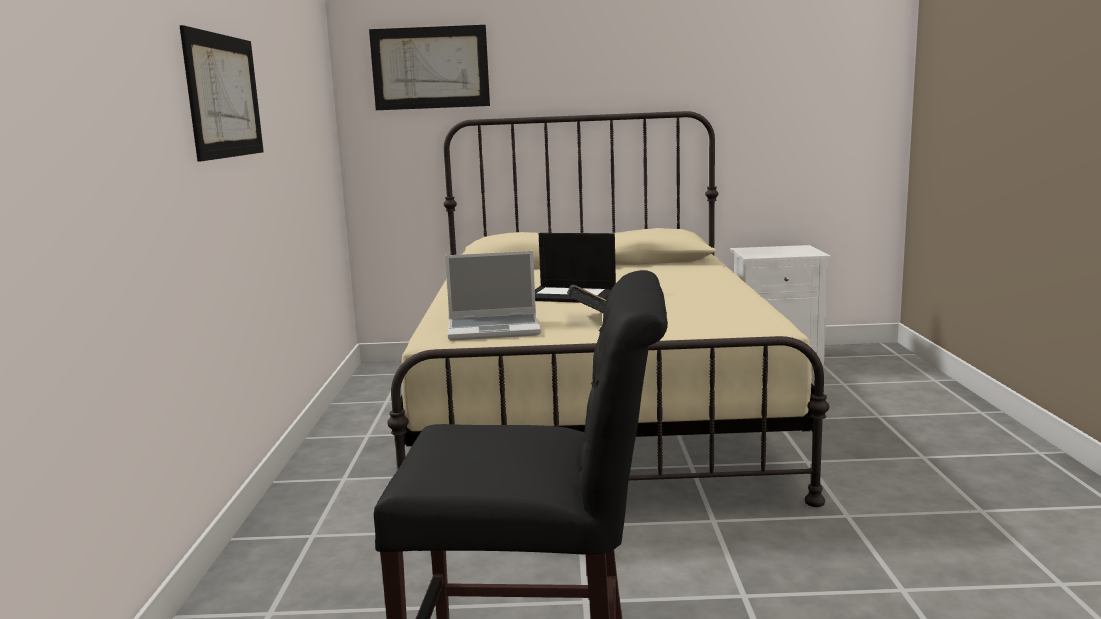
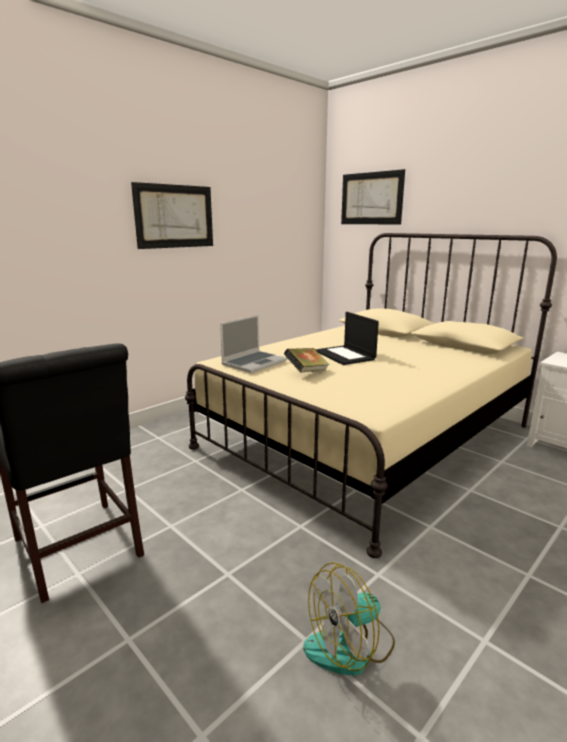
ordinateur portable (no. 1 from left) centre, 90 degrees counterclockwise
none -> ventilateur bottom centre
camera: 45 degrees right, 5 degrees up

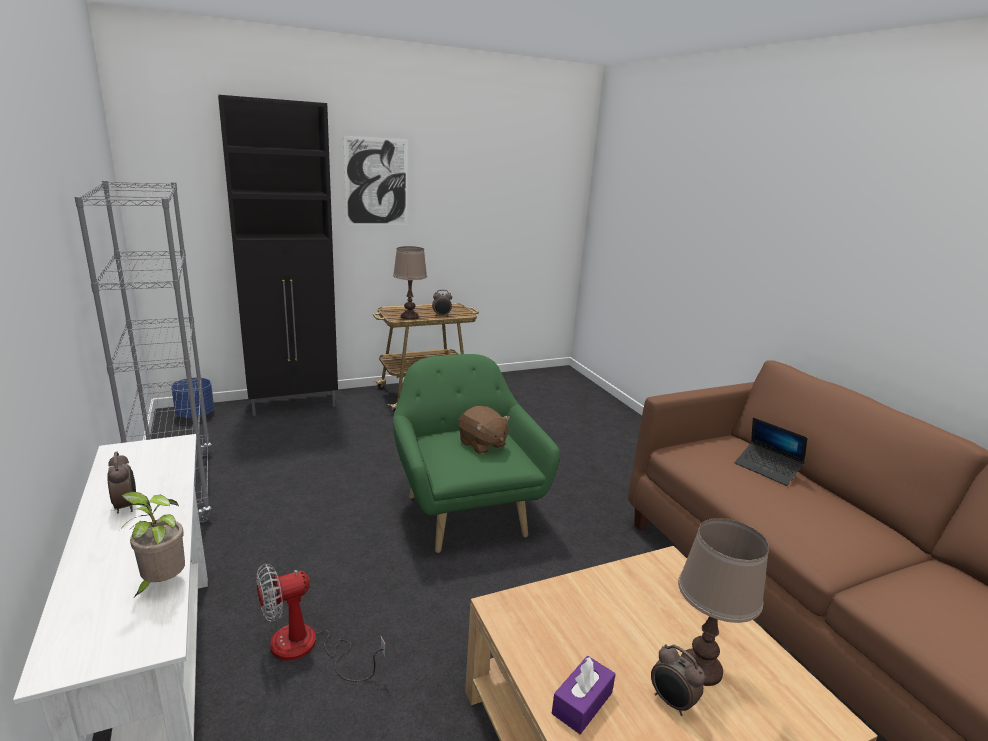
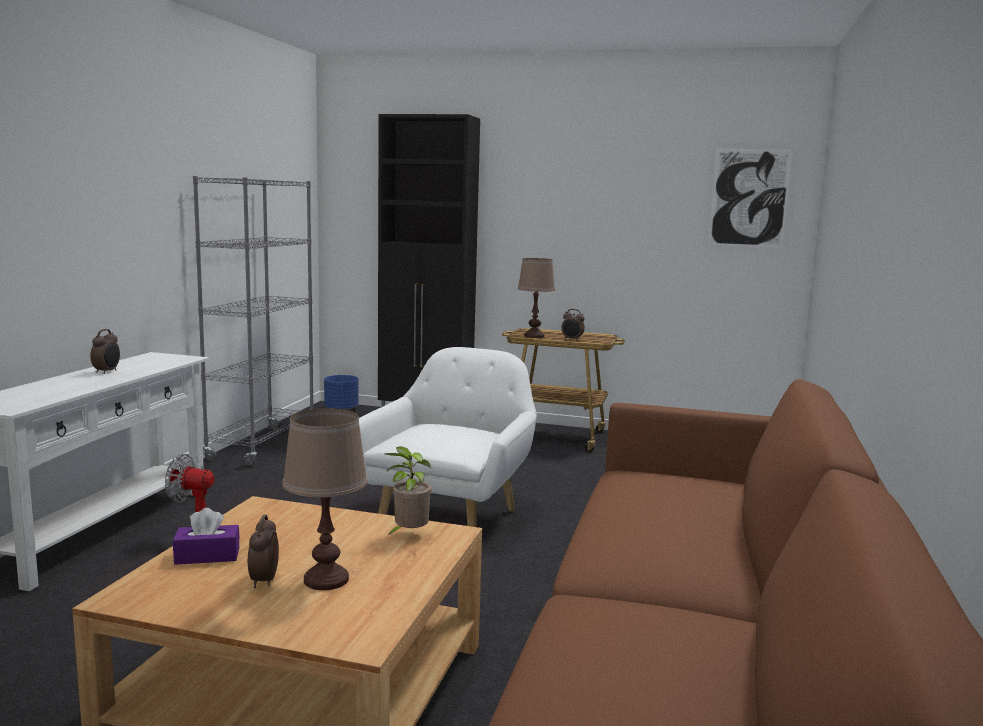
fauteuil/vert centre -> fauteuil/blanc centre
plante en pot bottom left -> plante en pot bottom centre, relocated
tableau top centre -> tableau top right, relocated
peluche/marron centre -> none
ordinateur portable middle right -> none
camera: 40 degrees right, 10 degrees down

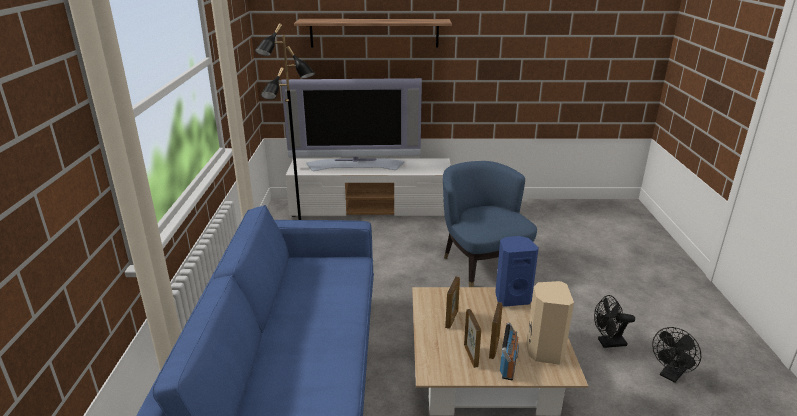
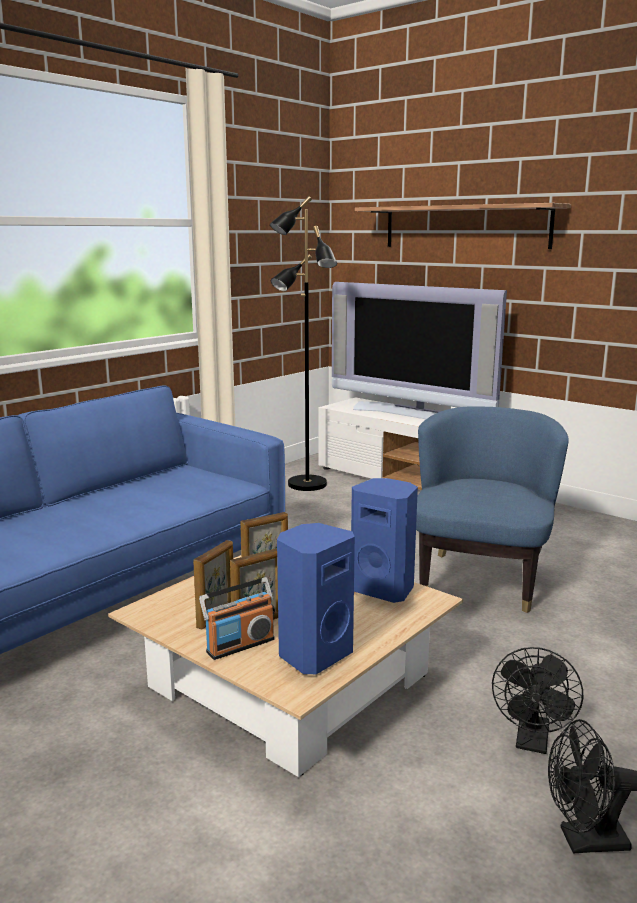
enceinte/beige bottom right -> enceinte/bleu (no. 1 from left) centre
ventilateur/noir (no. 1 from left) bottom right, 105 degrees counterclockwise
camera: 40 degrees right, 10 degrees down

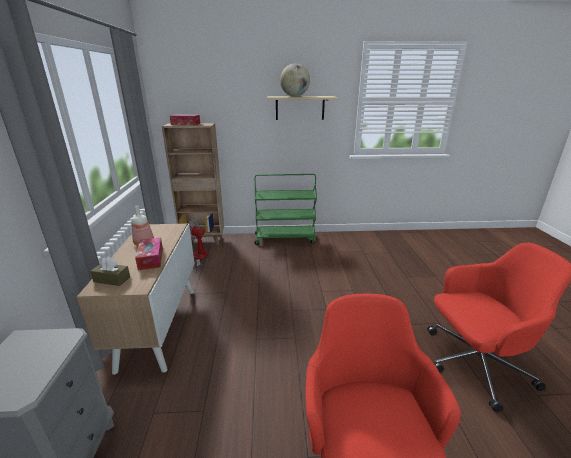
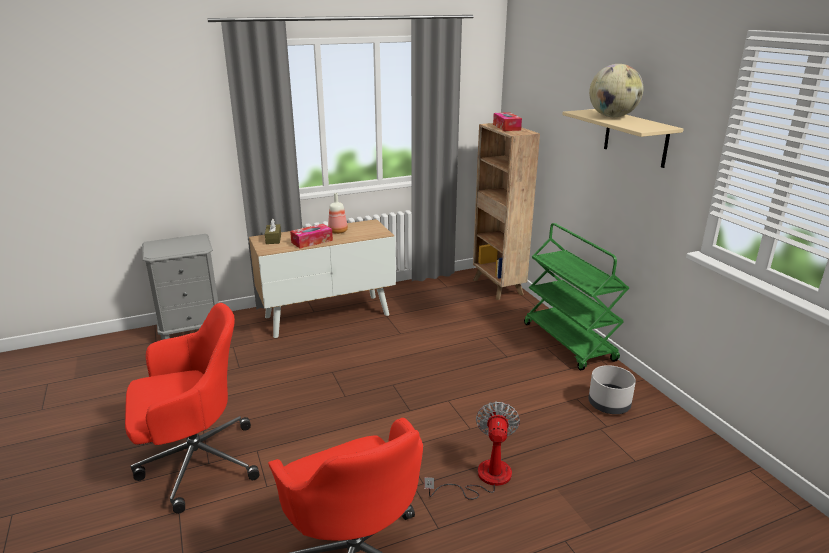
ventilateur centre -> ventilateur bottom centre, relocated
none -> cache-pot/gris bottom right
camera: 70 degrees right, 0 degrees up

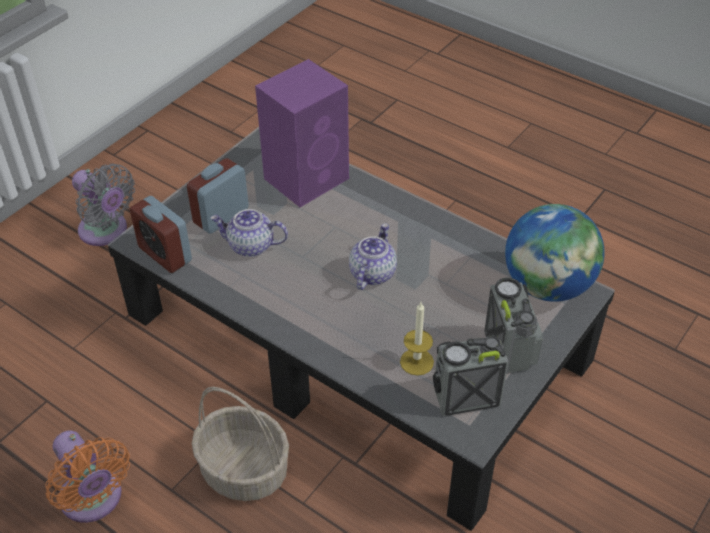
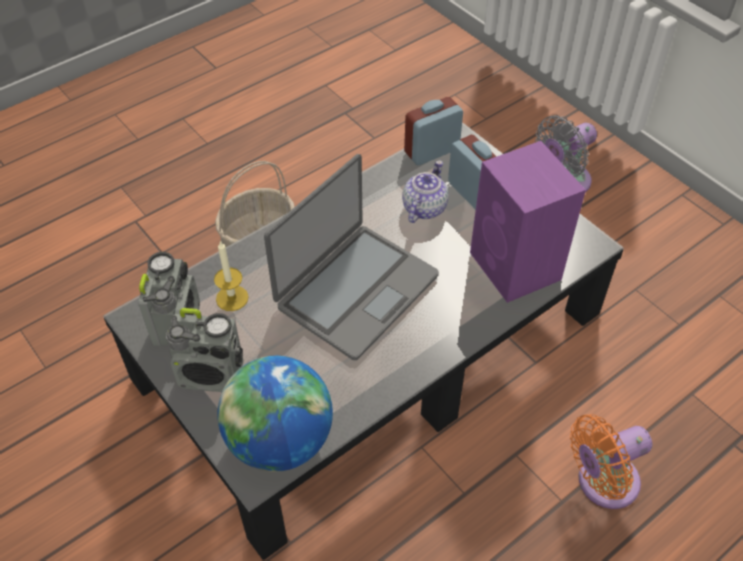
théière (no. 2 from left) centre -> ordinateur portable centre
ventilateur/orange bottom left -> ventilateur/orange bottom right, relocated
camera: 105 degrees right, 5 degrees up

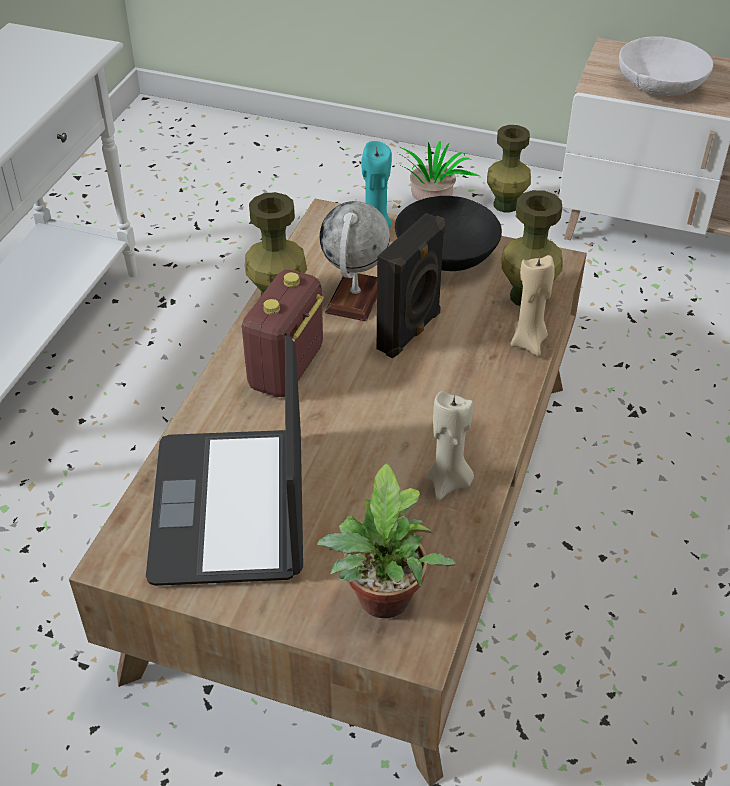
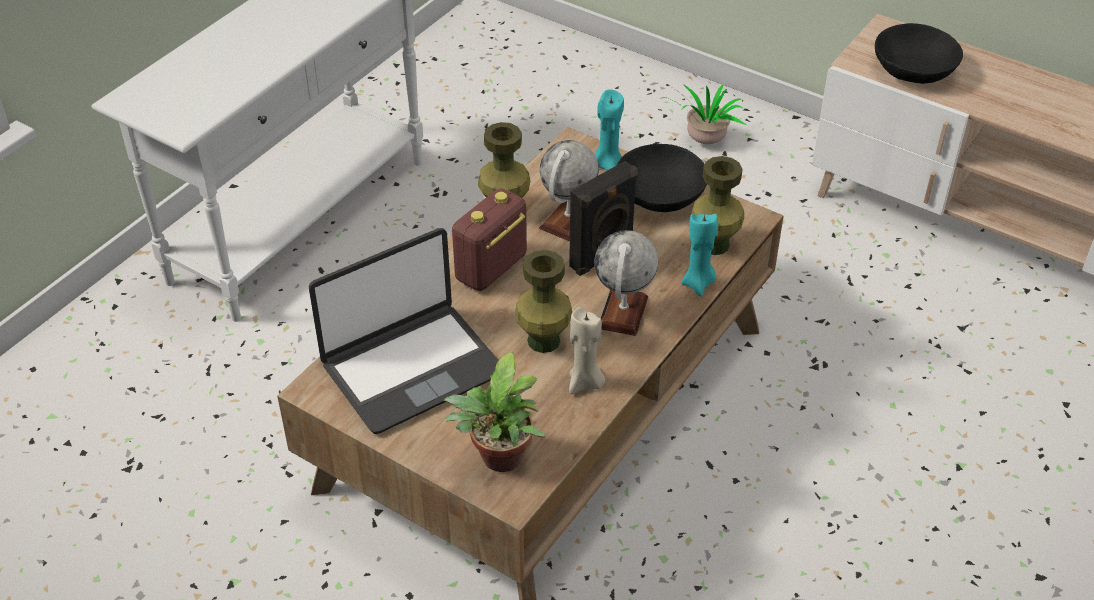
ordinateur portable middle left -> ordinateur portable centre, 135 degrees counterclockwise
vase/vert (no. 2 from left) top right -> vase/vert (no. 2 from left) centre, relocated
none -> globe (no. 2 from left) centre
bougie/beige (no. 2 from left) middle right -> bougie/turquoise (no. 2 from left) centre
bol/blanc top right -> bol/noir (no. 2 from left) top right
camera: 15 degrees right, 0 degrees up

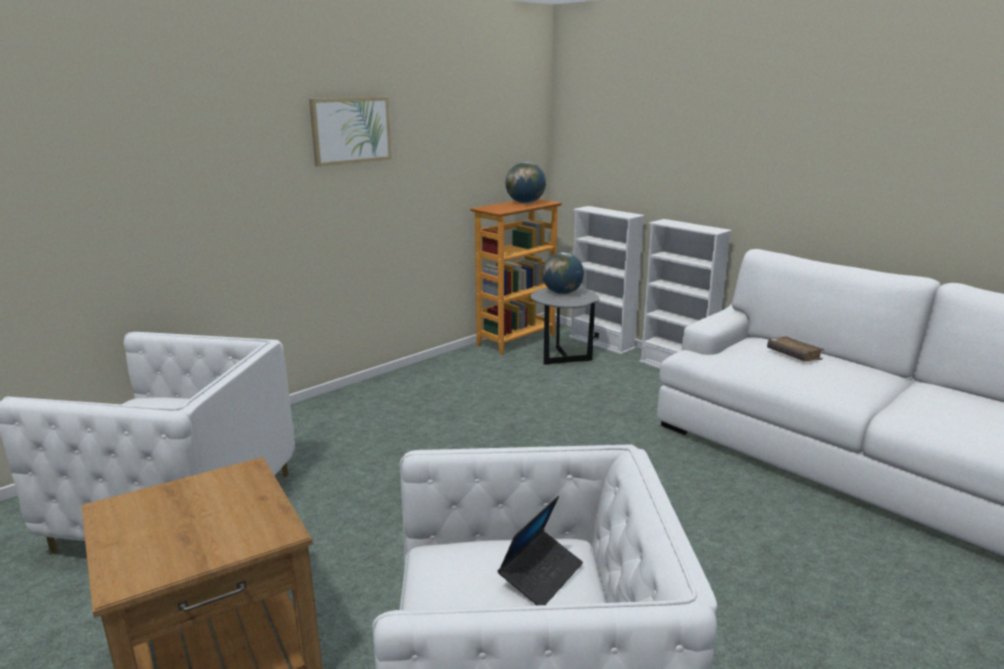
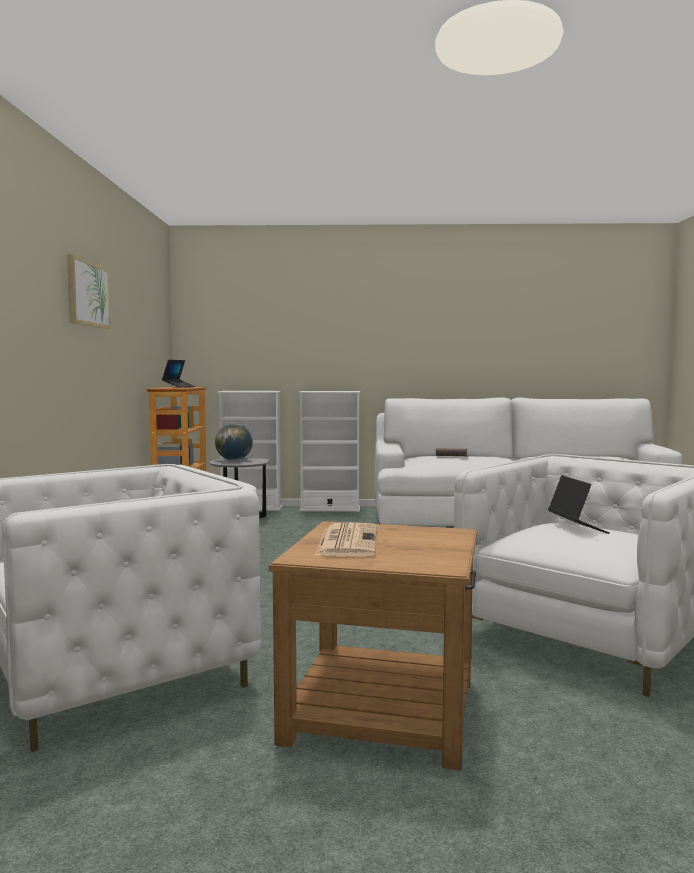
globe (no. 1 from left) top centre -> ordinateur portable (no. 1 from left) middle left
none -> journal centre
camera: 45 degrees left, 15 degrees down

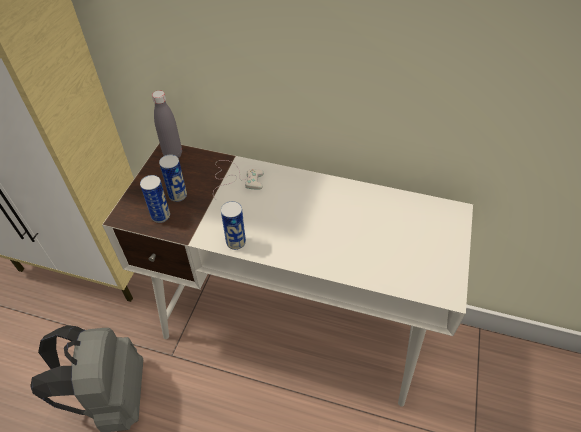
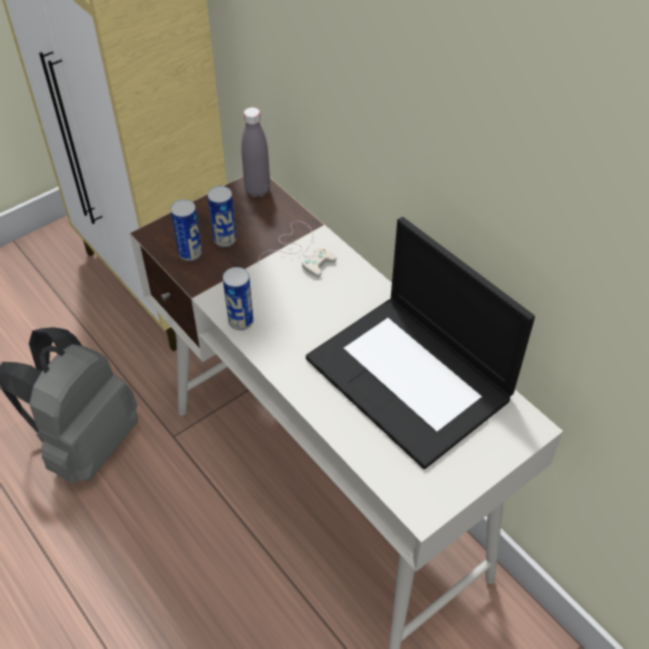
none -> ordinateur portable centre
camera: 35 degrees right, 0 degrees up

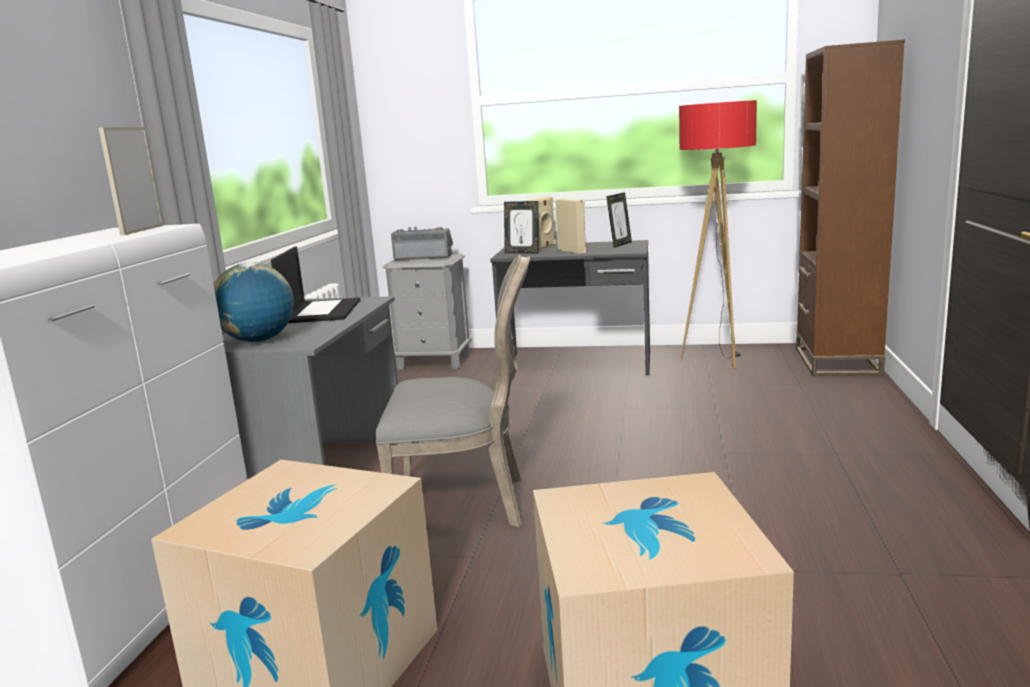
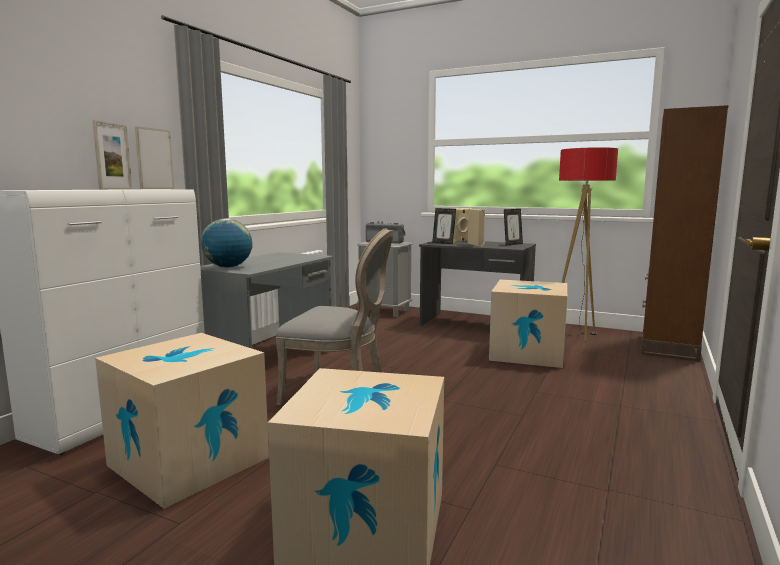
none -> cadre photo (no. 1 from left) top left
none -> carton (no. 3 from left) middle right
ordinateur portable middle left -> none
camera: 15 degrees right, 5 degrees down

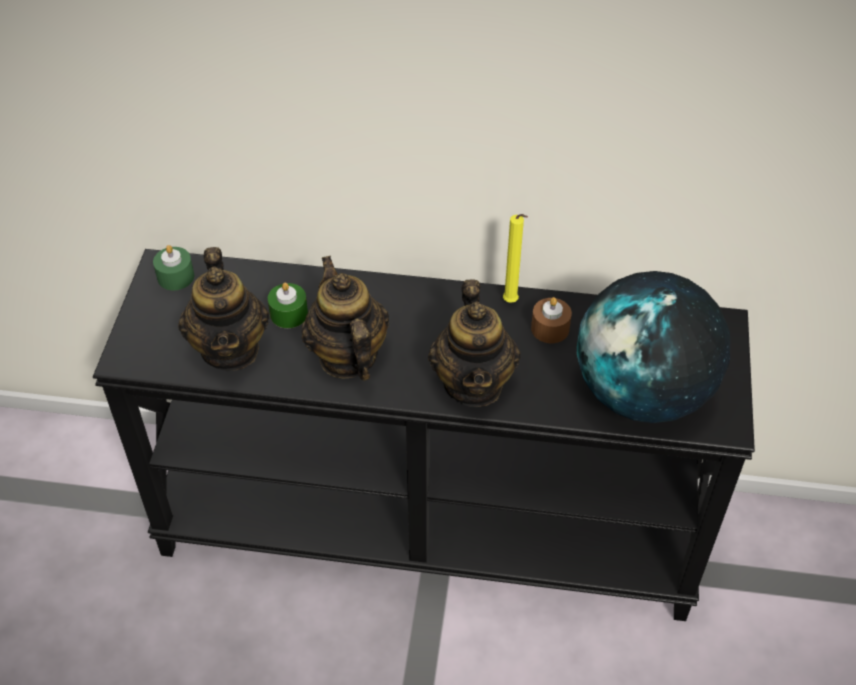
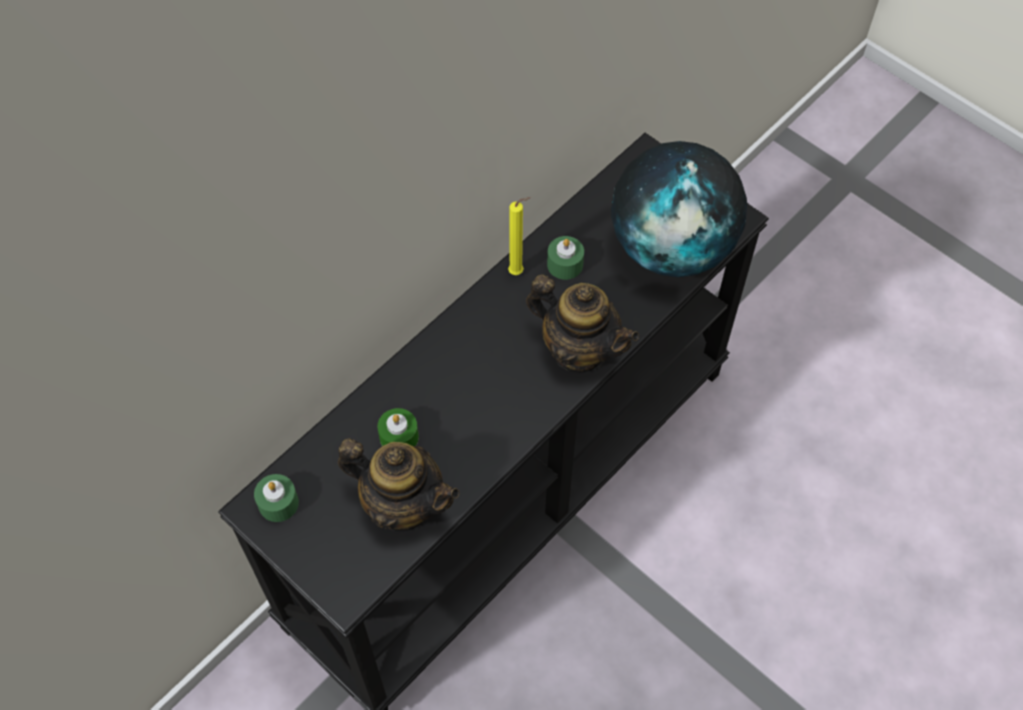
bougie/marron centre -> bougie/vert (no. 3 from left) centre
théière (no. 2 from left) centre -> none
camera: 55 degrees left, 10 degrees up

